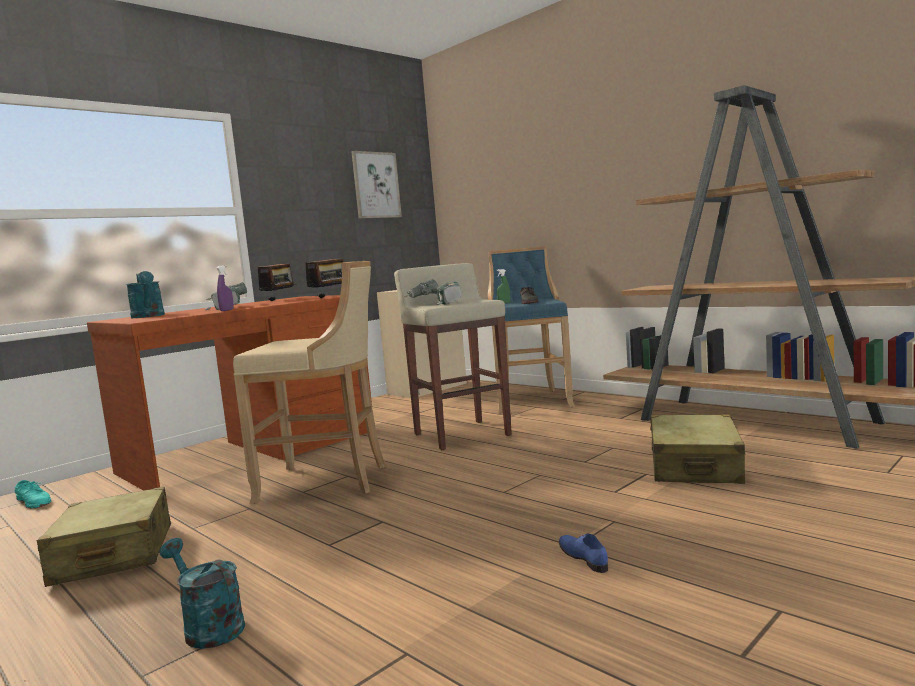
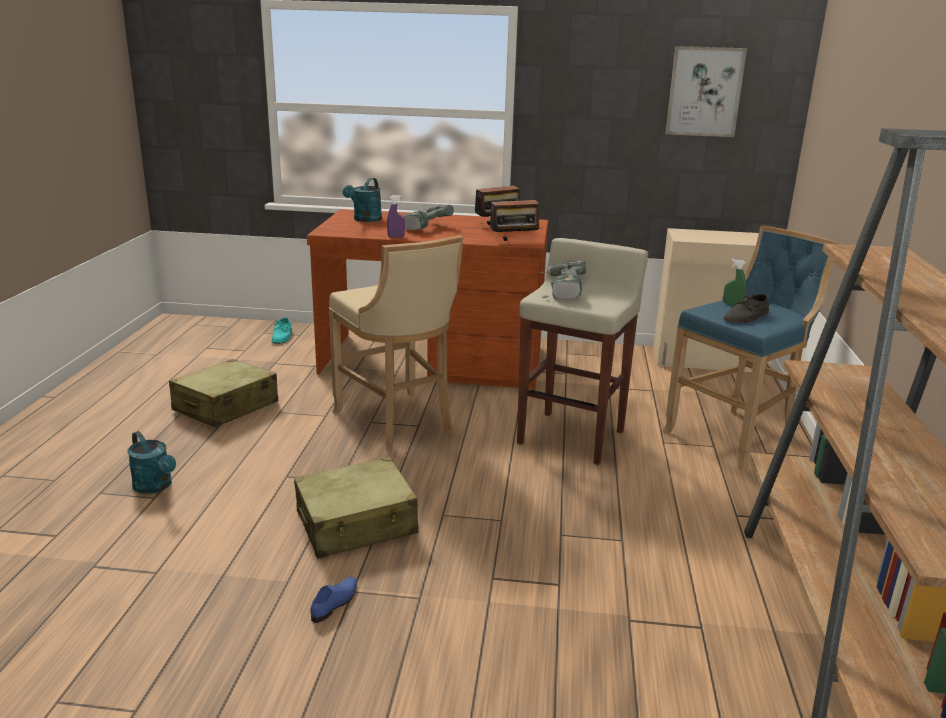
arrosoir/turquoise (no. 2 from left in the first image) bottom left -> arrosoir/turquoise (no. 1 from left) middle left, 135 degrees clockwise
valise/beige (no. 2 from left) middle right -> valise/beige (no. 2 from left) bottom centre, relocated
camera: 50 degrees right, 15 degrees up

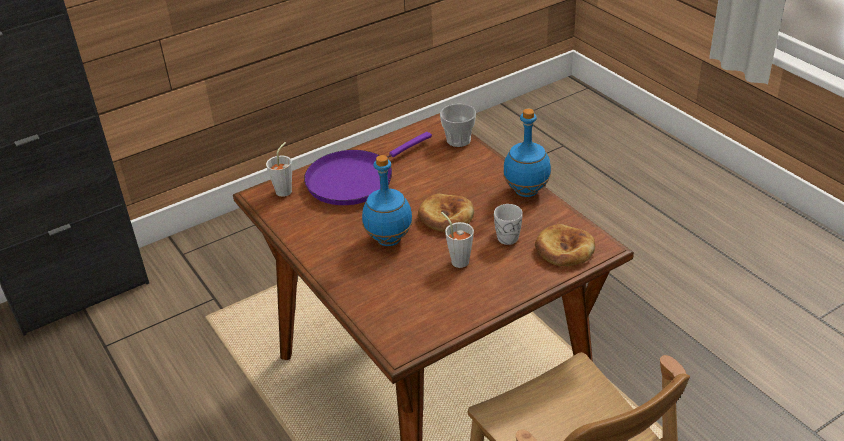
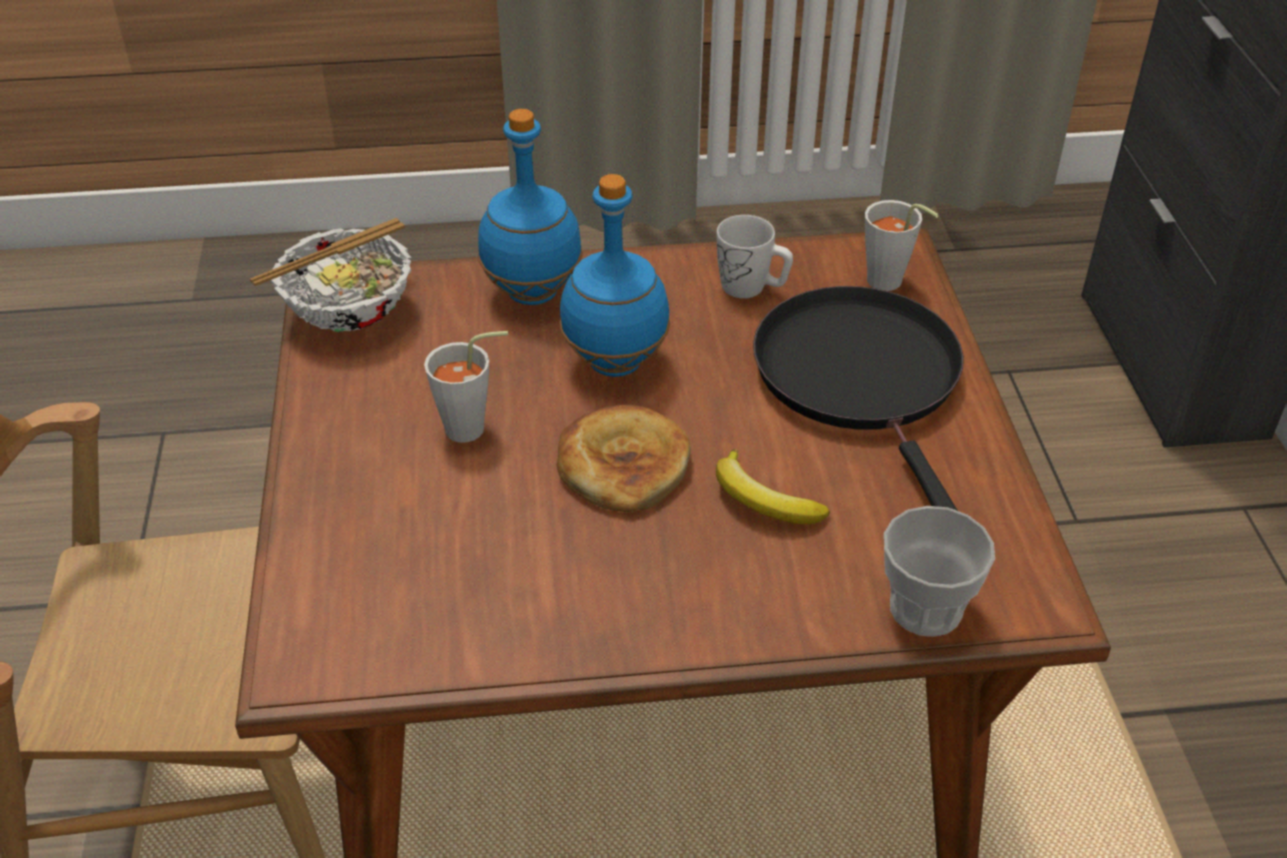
none -> bol top left
bouteille/bleu (no. 2 from left in the first image) centre -> bouteille/bleu (no. 1 from left) top centre, relocated
mug/blanc centre -> mug/blanc top centre, relocated
none -> banane centre
poêle/violet centre -> poêle/noir middle right
pain (no. 2 from left) middle right -> none
camera: 115 degrees right, 5 degrees up

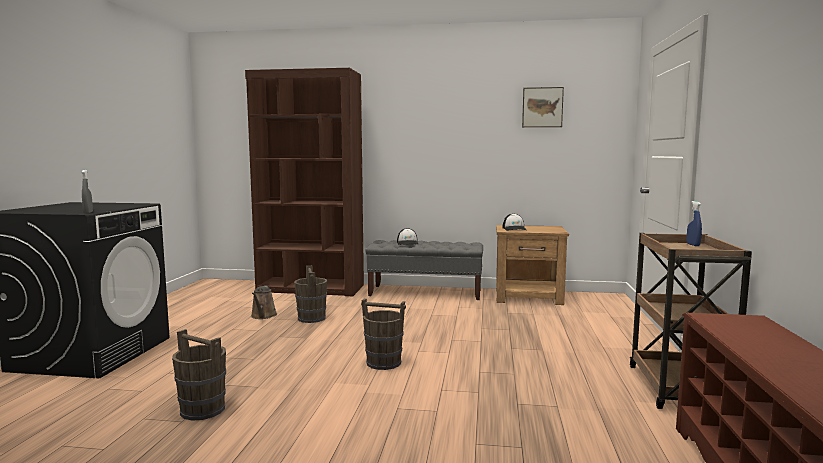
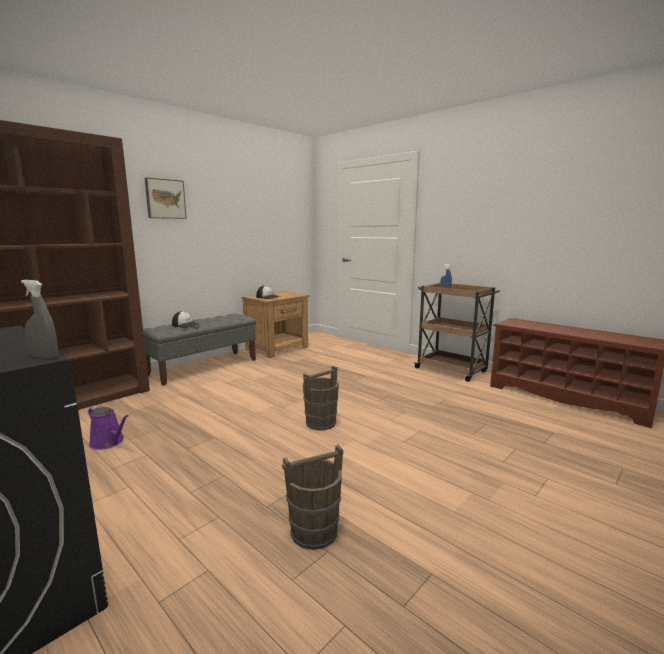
arrosoir/marron middle left -> arrosoir/violet middle left
tableau top centre -> tableau top left, relocated
seau/marron (no. 2 from left) centre -> none
camera: 55 degrees left, 5 degrees up

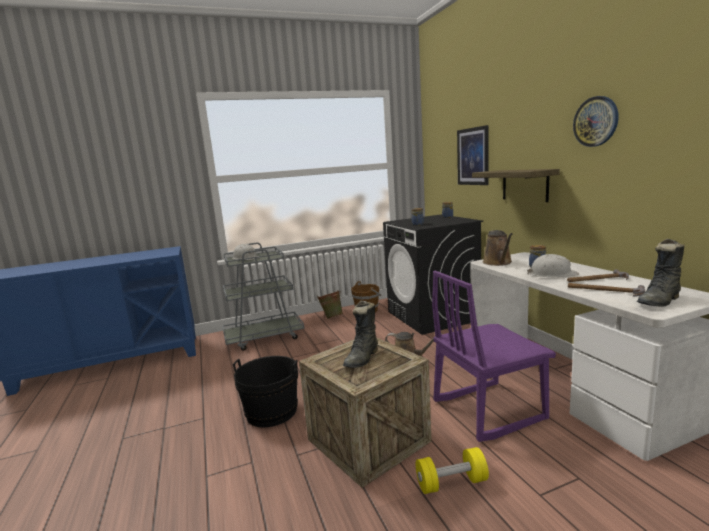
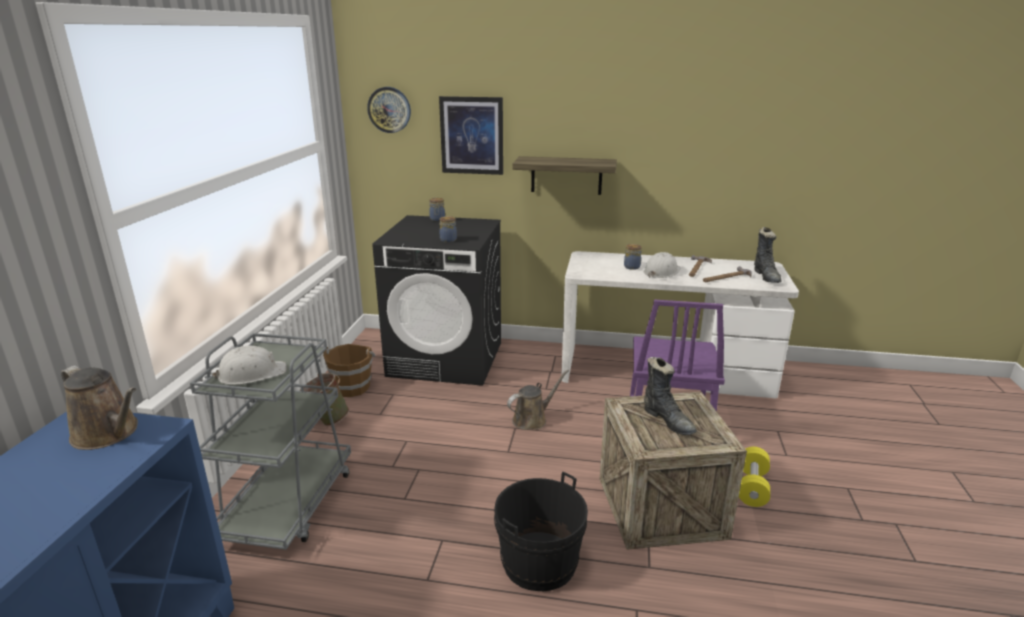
arrosoir/marron (no. 2 from left in the first image) middle right -> arrosoir/marron (no. 1 from left) middle left, relocated
horloge murale top right -> horloge murale top centre, relocated
camera: 60 degrees left, 10 degrees up

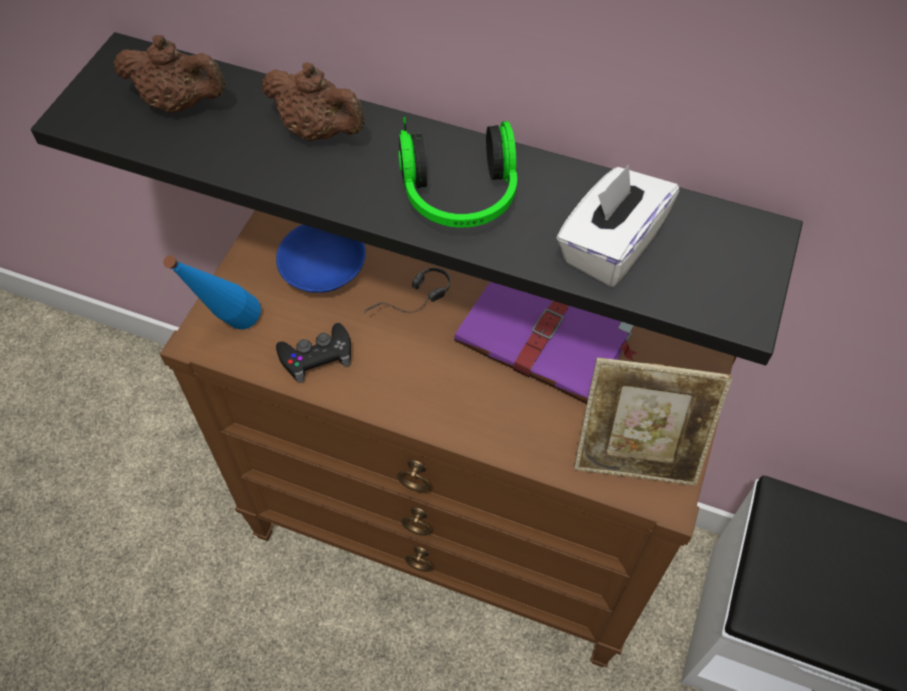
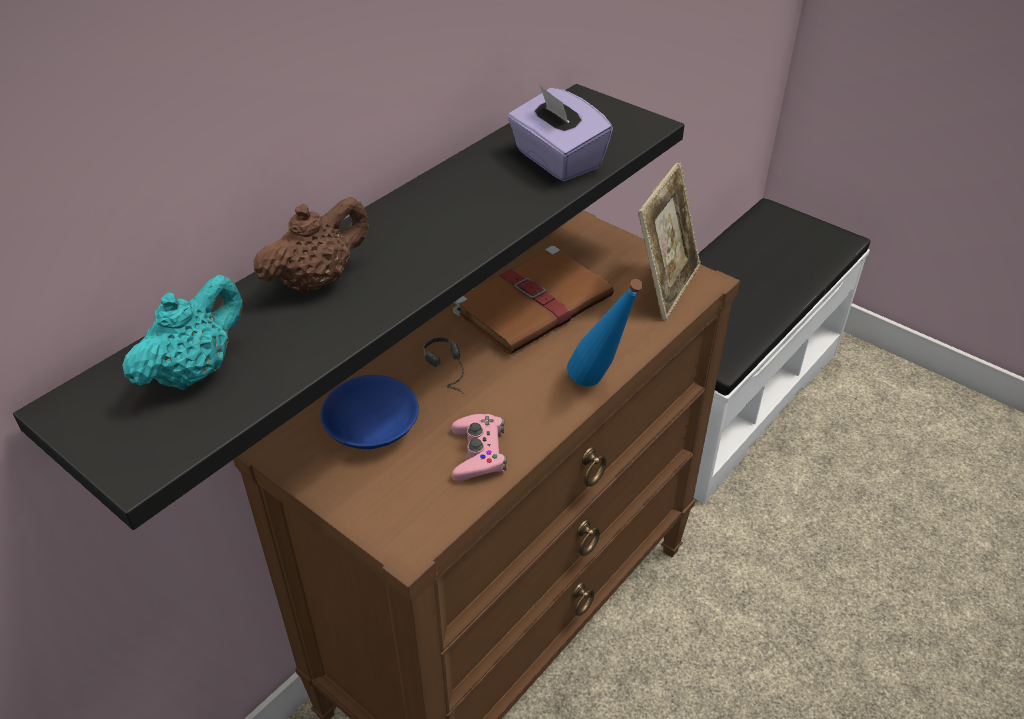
théière/marron (no. 1 from left) top left -> théière/turquoise middle left
manette/noir centre -> manette/rose centre
livre/violet centre -> livre/marron centre
boîte à mouchoirs/blanc top right -> boîte à mouchoirs/violet top centre
bouteille/bleu middle left -> bouteille/bleu centre, relocated
casque audio (no. 2 from left) top centre -> none
camera: 70 degrees left, 15 degrees down

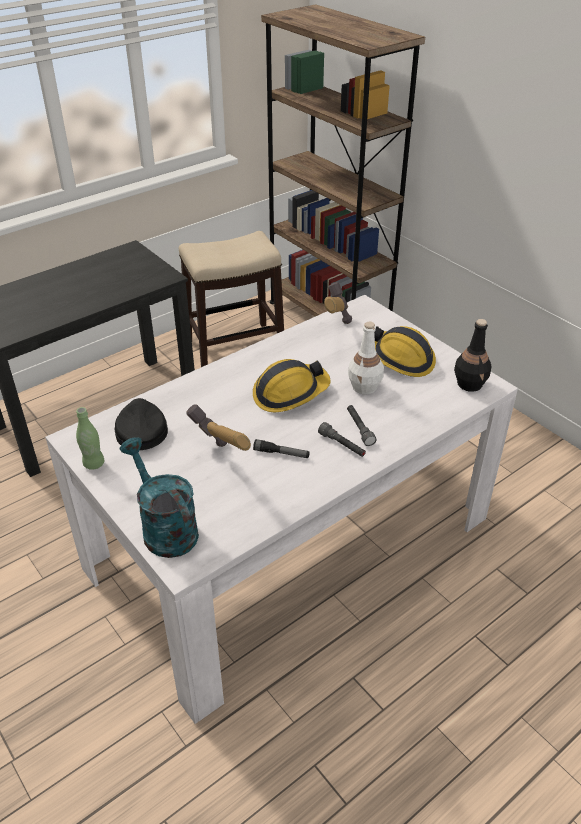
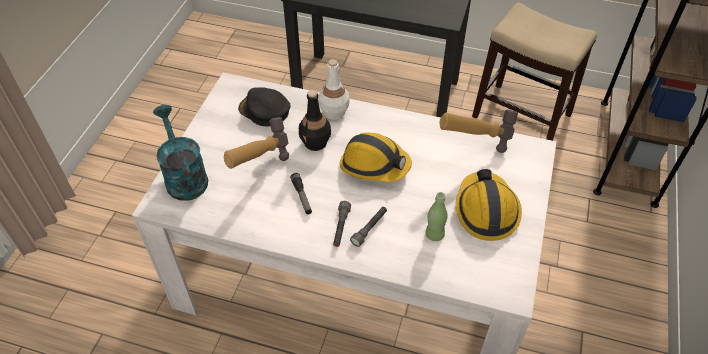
arrosoir/turquoise middle left, 45 degrees counterclockwise
casquette/noir middle left -> casquette/noir top centre, 105 degrees counterclockwise
bouteille/noir middle right -> bouteille/noir centre, relocated
bouteille/blanc centre -> bouteille/blanc top centre, relocated
bouteille/vert middle left -> bouteille/vert centre, relocated
camera: 55 degrees right, 10 degrees up

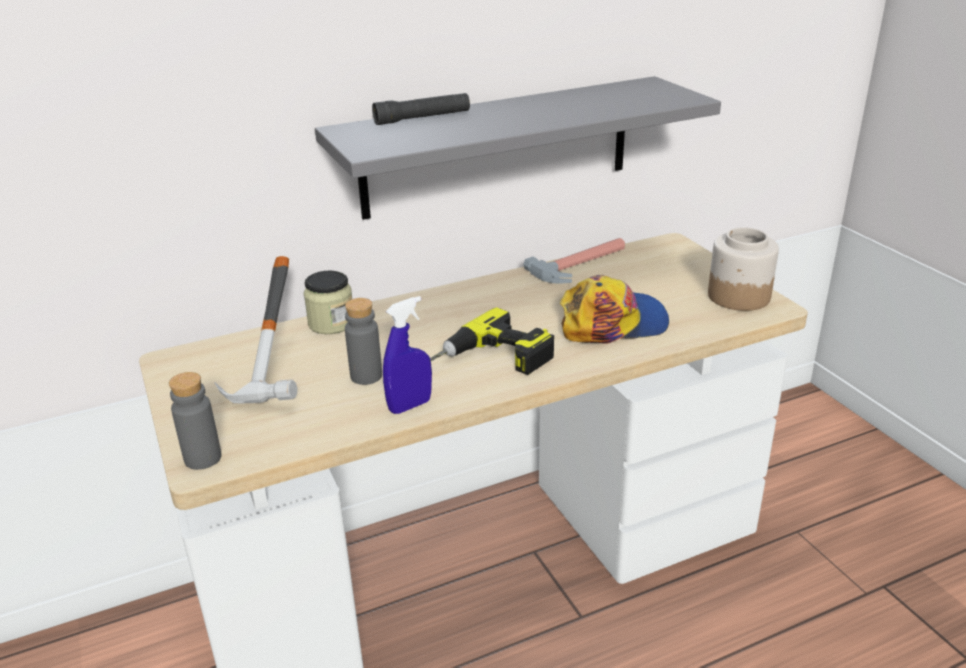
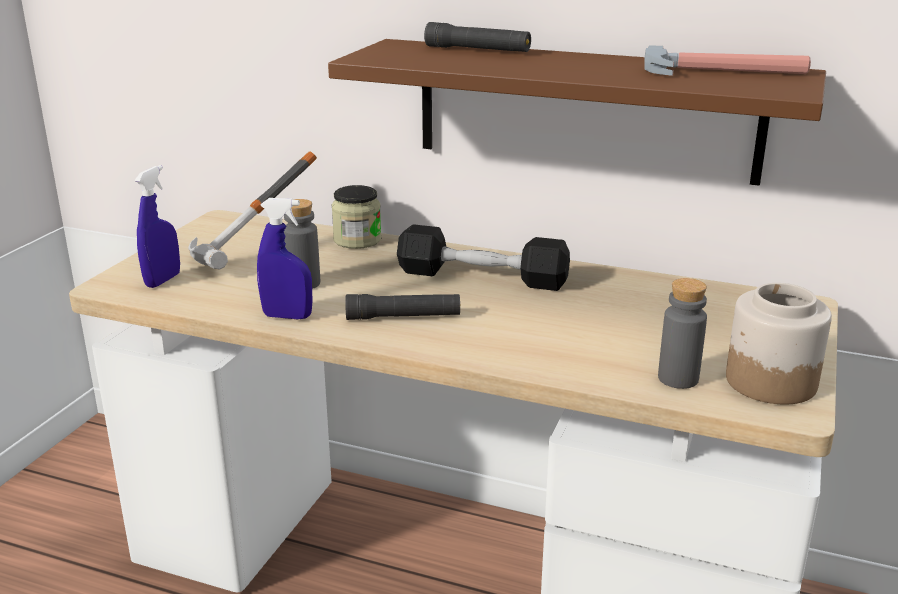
none -> vaporisateur/bleu (no. 1 from left) middle left
étagère/gris top centre -> étagère/marron top centre
perceuse centre -> lampe de poche/noir (no. 1 from left) centre
none -> haltère/noir centre
marteau (no. 2 from left) centre -> marteau (no. 2 from left) top right, relocated
bouteille/gris (no. 1 from left in the first image) middle left -> bouteille/gris (no. 2 from left) middle right, relocated
casquette centre -> none
camera: 45 degrees right, 5 degrees down

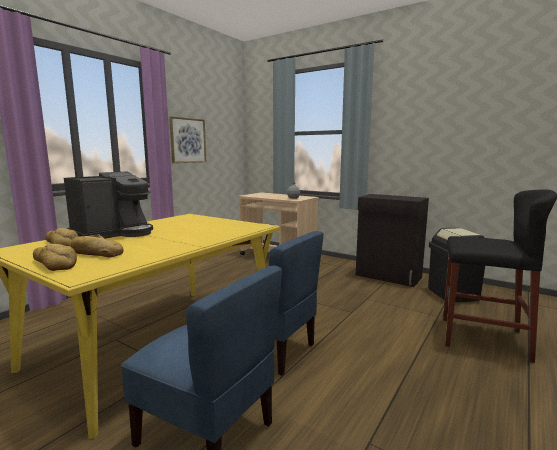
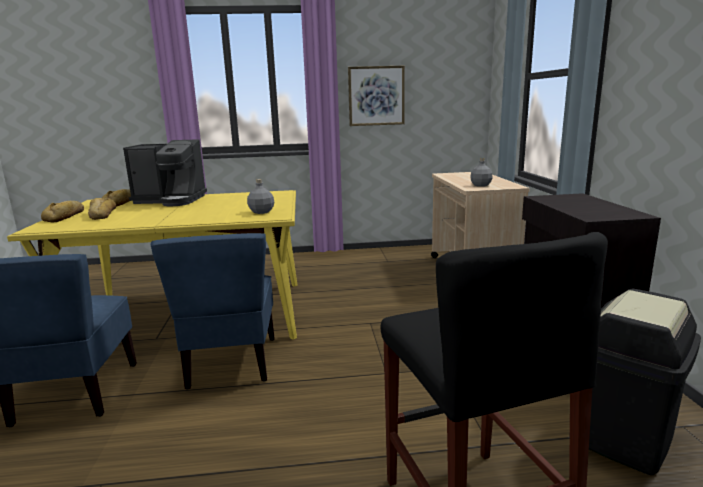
none -> bouteille/gris (no. 1 from left) centre
camera: 50 degrees right, 5 degrees up

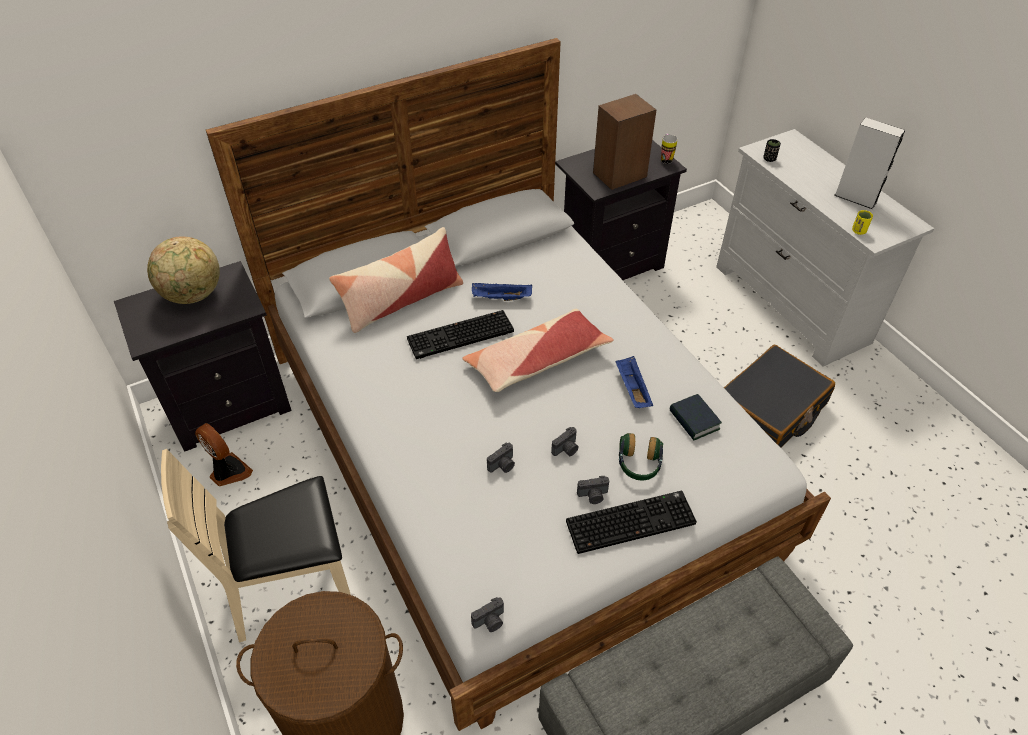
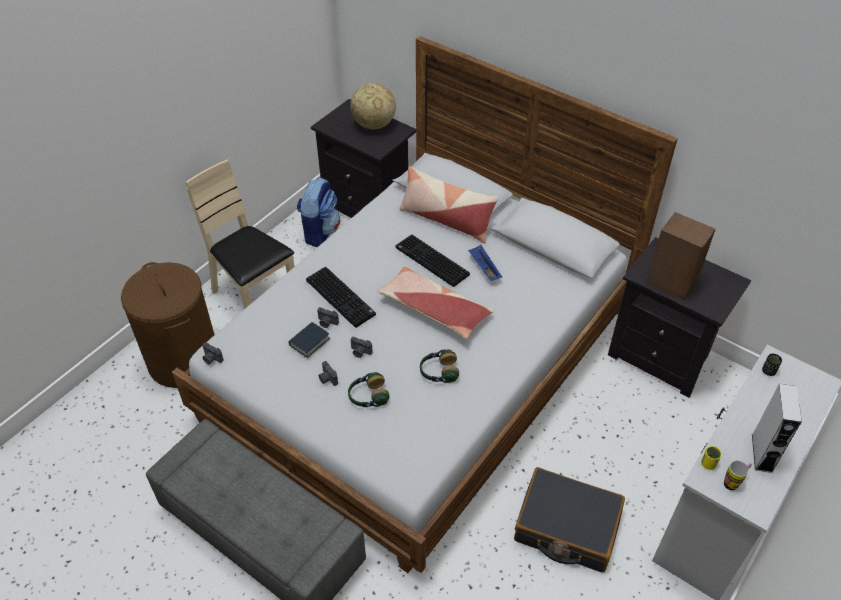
livre middle right -> livre centre, relocated
ventilateur middle left -> sac à dos centre
clavier (no. 2 from left in the first image) bottom centre -> clavier (no. 1 from left) centre, relocated
plateau/bleu (no. 2 from left) centre -> casque audio (no. 2 from left) centre
mug top centre -> mug bottom right, relocated
camera: 65 degrees right, 0 degrees up

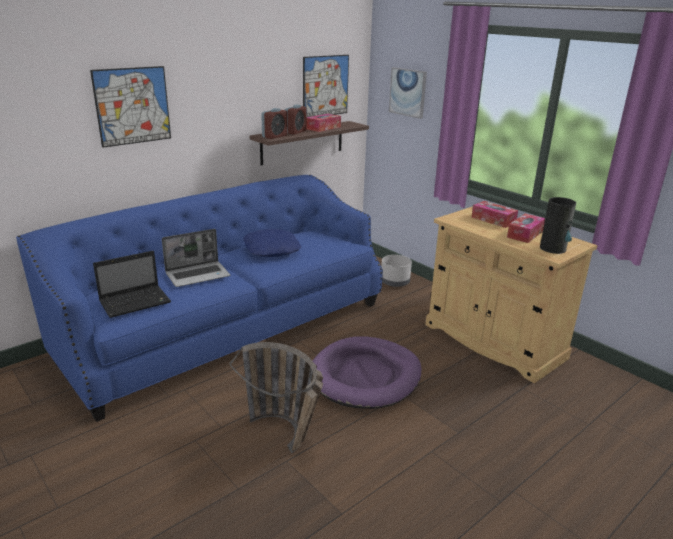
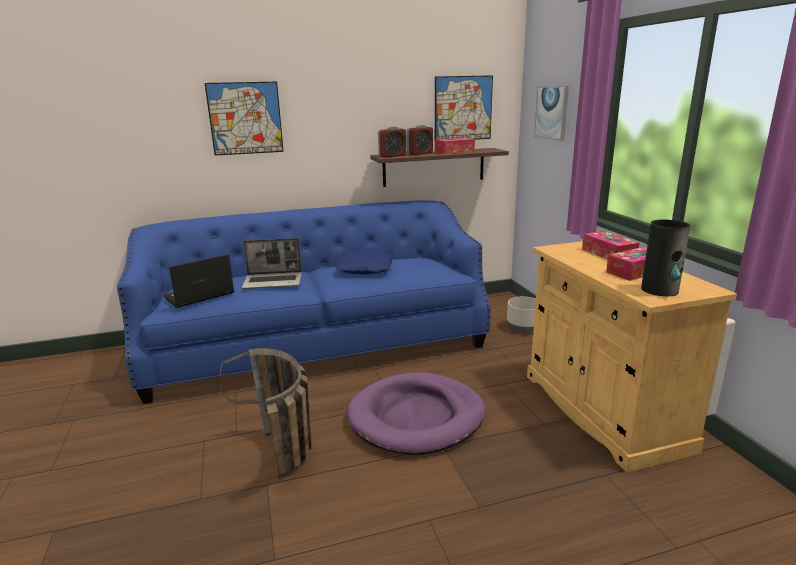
ordinateur portable (no. 1 from left) middle left, 150 degrees clockwise
camera: 25 degrees right, 5 degrees down

